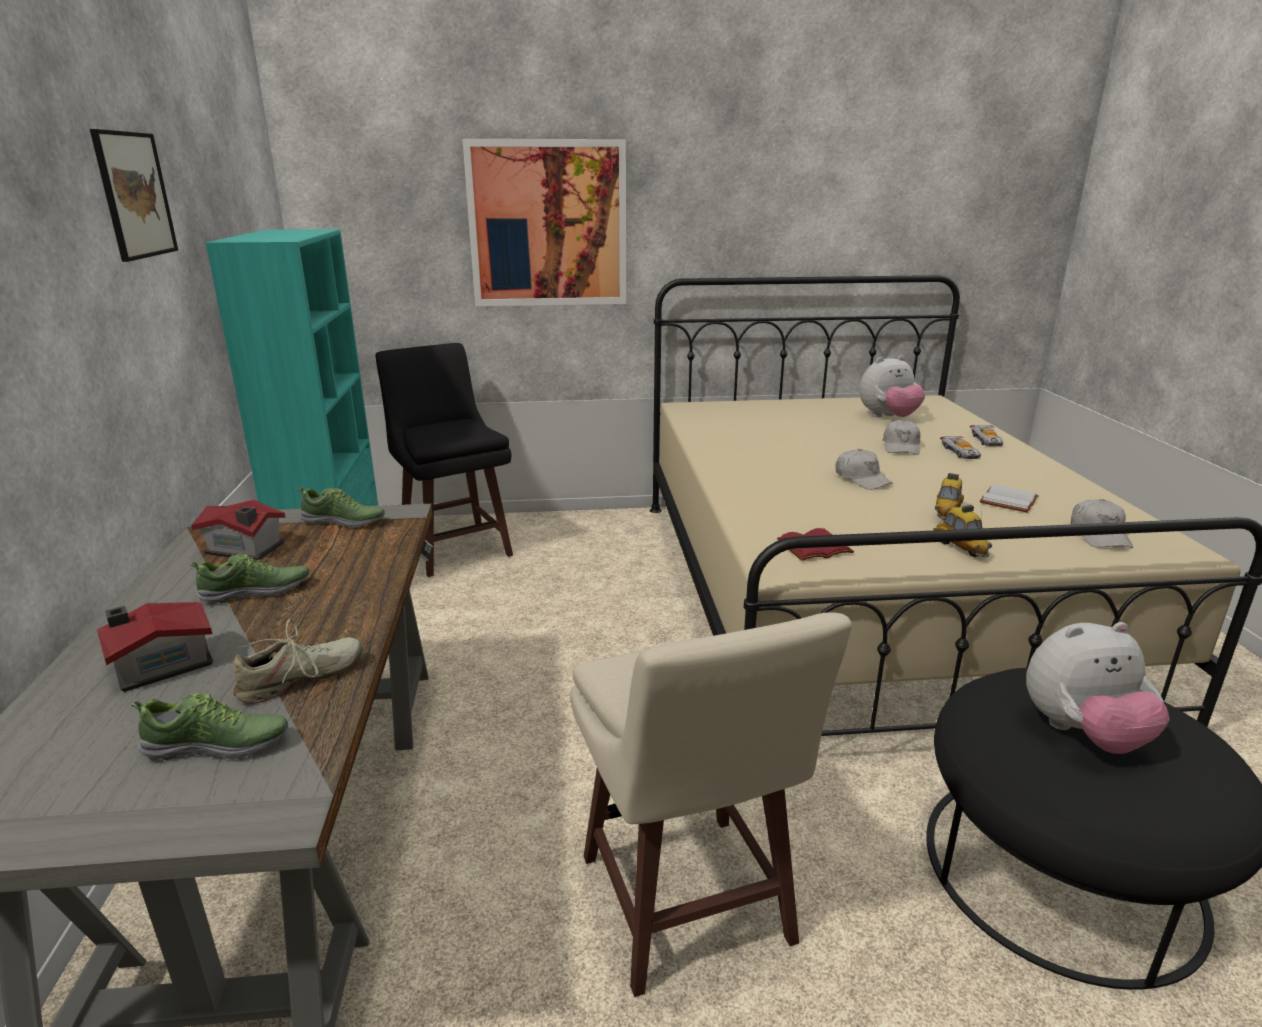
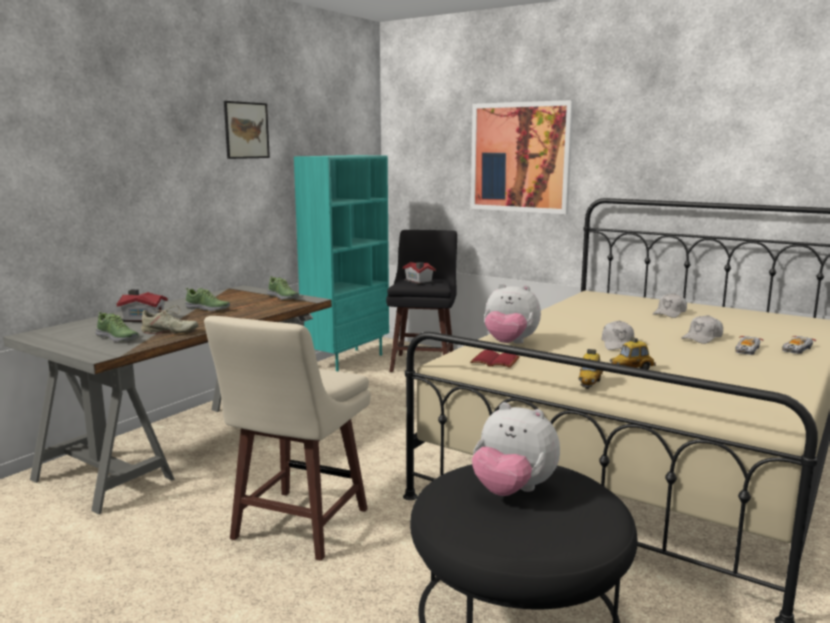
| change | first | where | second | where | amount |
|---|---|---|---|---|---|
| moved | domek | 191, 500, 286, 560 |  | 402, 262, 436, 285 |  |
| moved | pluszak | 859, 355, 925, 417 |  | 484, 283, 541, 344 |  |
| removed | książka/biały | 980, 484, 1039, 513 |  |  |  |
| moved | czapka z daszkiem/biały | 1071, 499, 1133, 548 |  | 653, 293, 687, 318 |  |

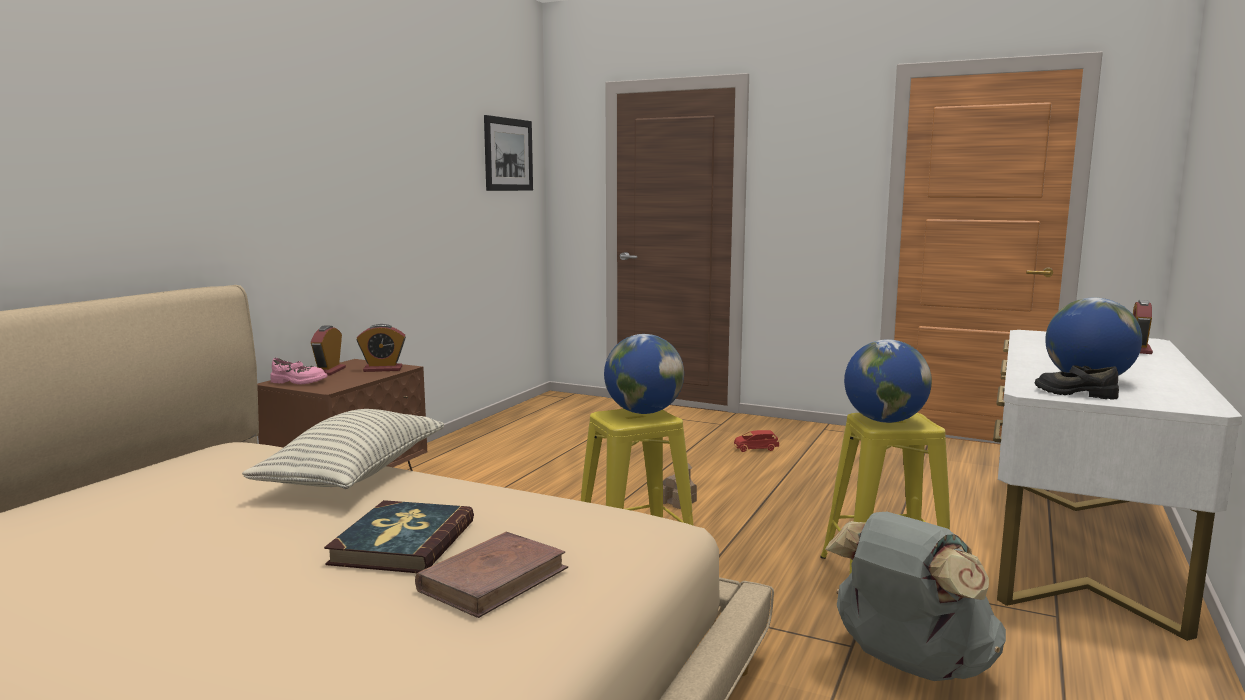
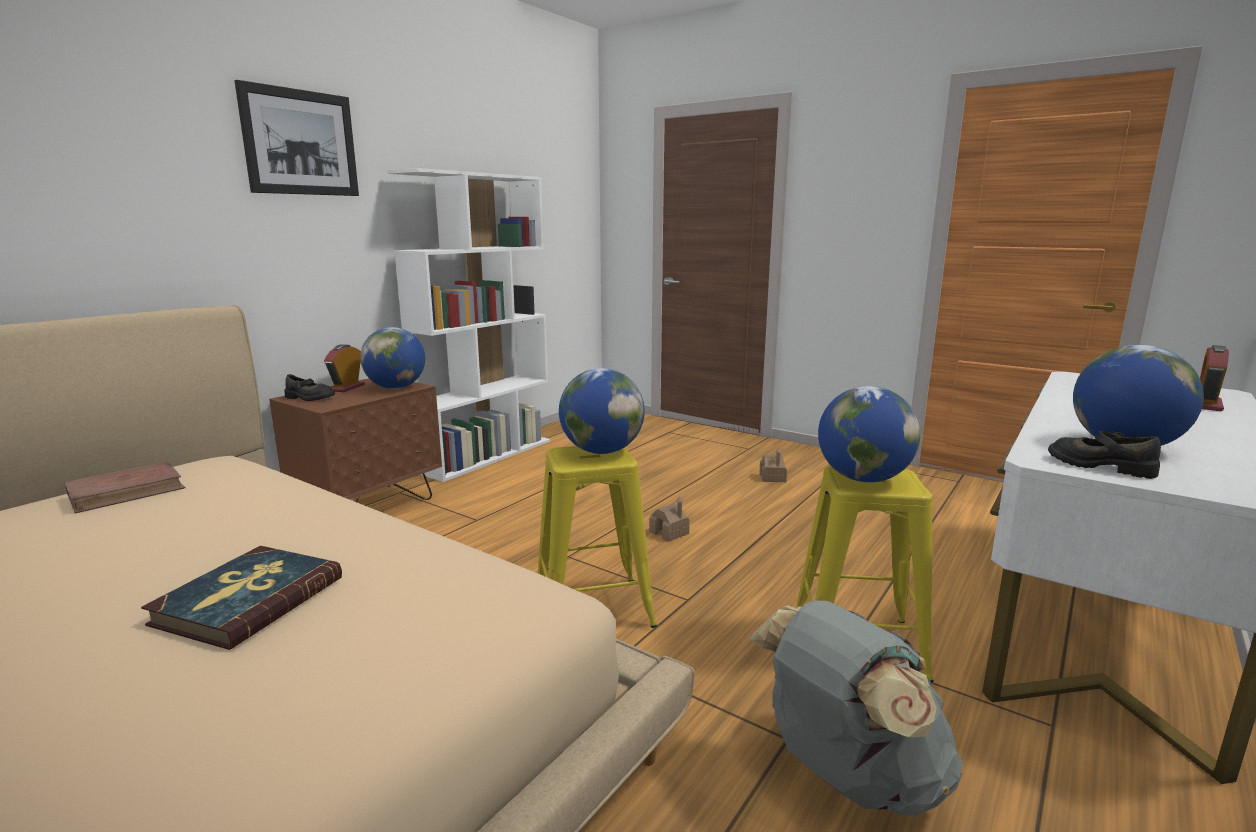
| change | first | where | second | where | amount |
|---|---|---|---|---|---|
| removed | poduszka | 242, 409, 444, 489 |  |  |  |
| recoloured | but/różowy | 270, 358, 327, 385 | but/czarny | 284, 374, 335, 401 |  |
| replaced | budzik | 357, 324, 406, 372 | globus | 360, 327, 425, 389 |  |
| moved | książka/brązowy | 415, 532, 568, 618 |  | 64, 462, 185, 513 |  |
| moved | obraz | 484, 115, 533, 191 |  | 234, 80, 359, 196 |  |
| replaced | samochodzik/czerwony | 734, 430, 779, 452 | domek | 759, 448, 787, 482 |  |
| added |  |  | regał/biały | 387, 168, 550, 482 |  |

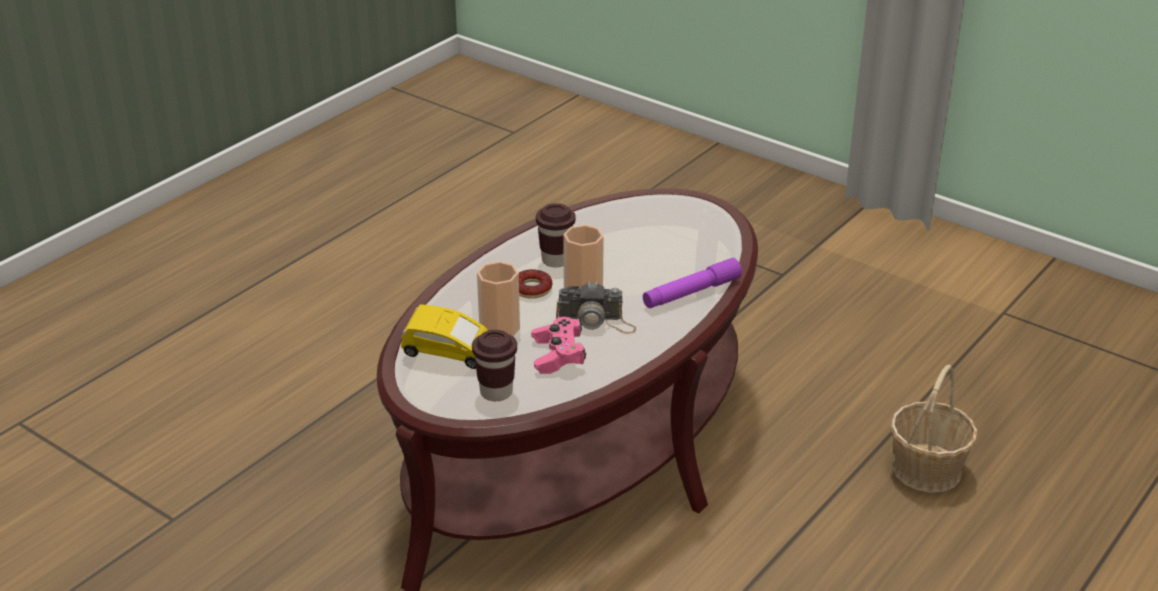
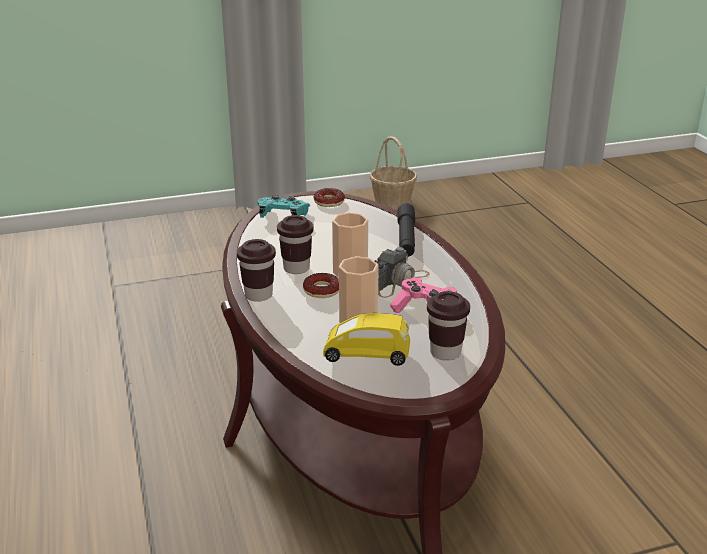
| change | first | where | second | where | amount |
|---|---|---|---|---|---|
| turned | samochodzik/żółty | 401, 304, 488, 369 |  | 323, 313, 410, 366 | 135 degrees counterclockwise |
| recoloured | latarka/fioletowy | 643, 258, 742, 308 | latarka/czarny | 398, 203, 415, 257 |  |
| moved | koszyk | 890, 365, 978, 493 |  | 370, 136, 417, 211 |  |
| added |  |  | filiżanka/brązowy | 237, 239, 276, 302 |  |
| added |  |  | pad do gier/turkusowy | 258, 195, 310, 218 |  |
| added |  |  | donut | 313, 188, 345, 207 |  |

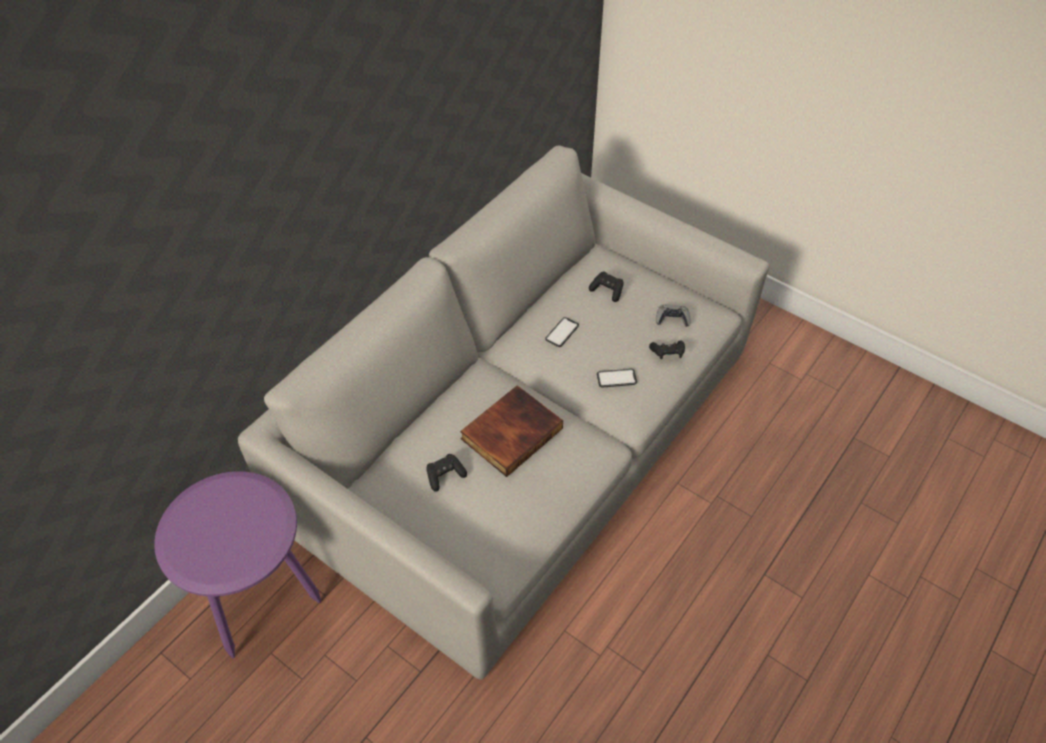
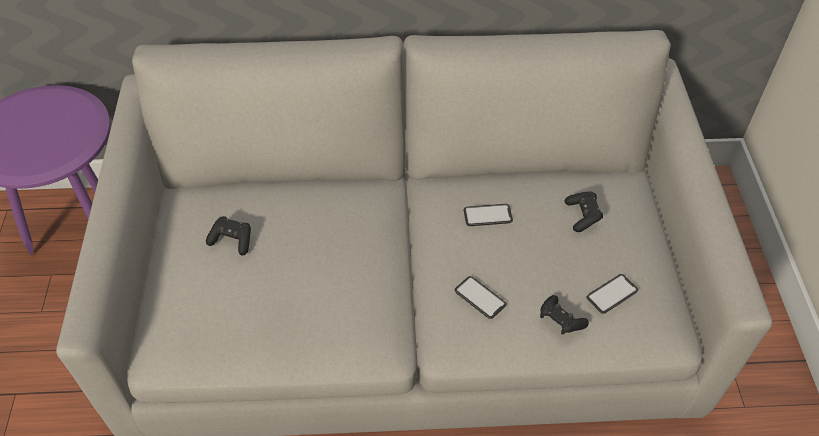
| change | first | where | second | where | amount |
|---|---|---|---|---|---|
| removed | książka | 460, 385, 563, 477 |  |  |  |
| replaced | pad do gier/szary | 656, 304, 690, 327 | telefon | 587, 274, 638, 314 |  |

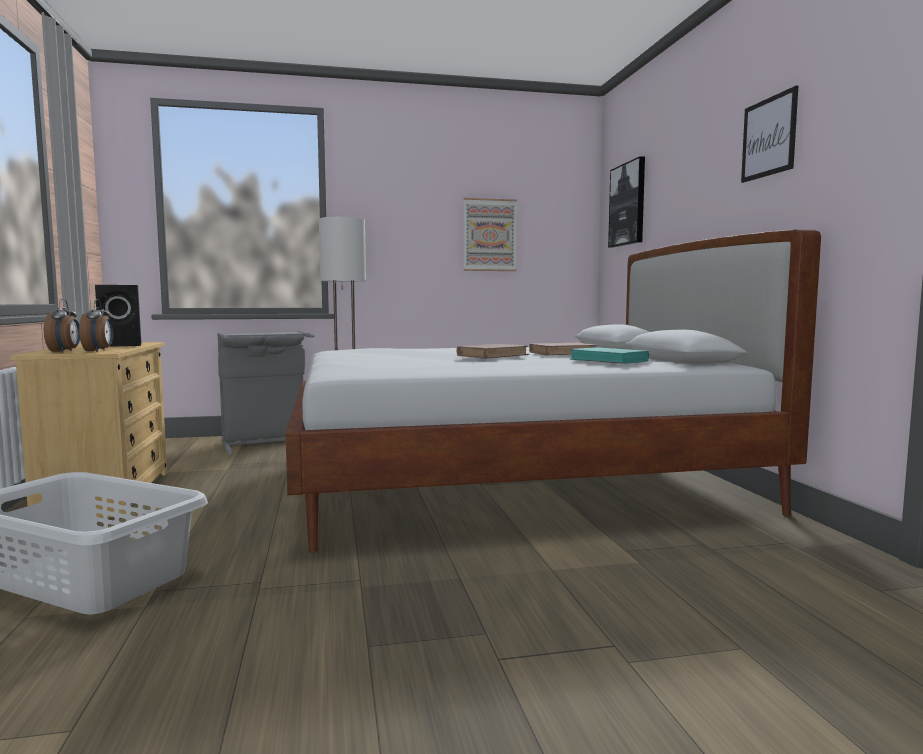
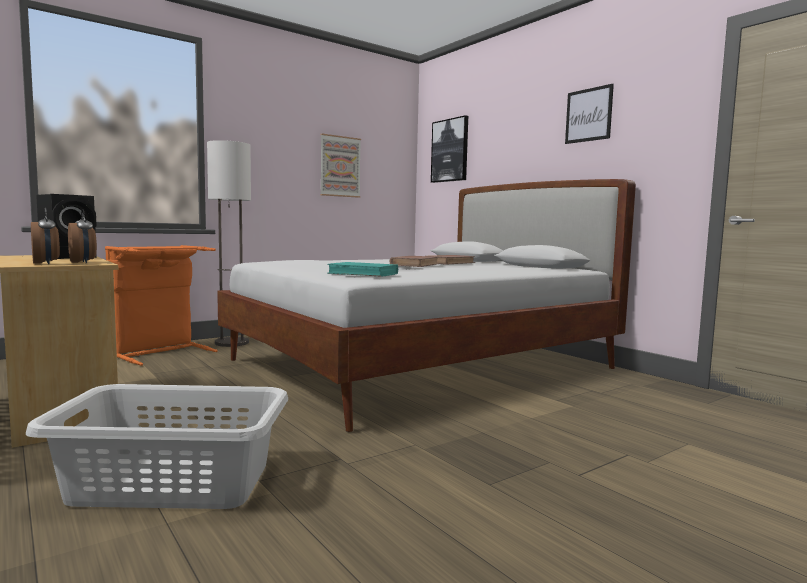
| change | first | where | second | where | amount |
|---|---|---|---|---|---|
| recoloured | kosz na pranie/szary | 217, 331, 314, 455 | kosz na pranie/pomarańczowy | 105, 245, 218, 366 |  |
| moved | książka/turkusowy | 570, 347, 649, 364 |  | 327, 262, 398, 277 |  |

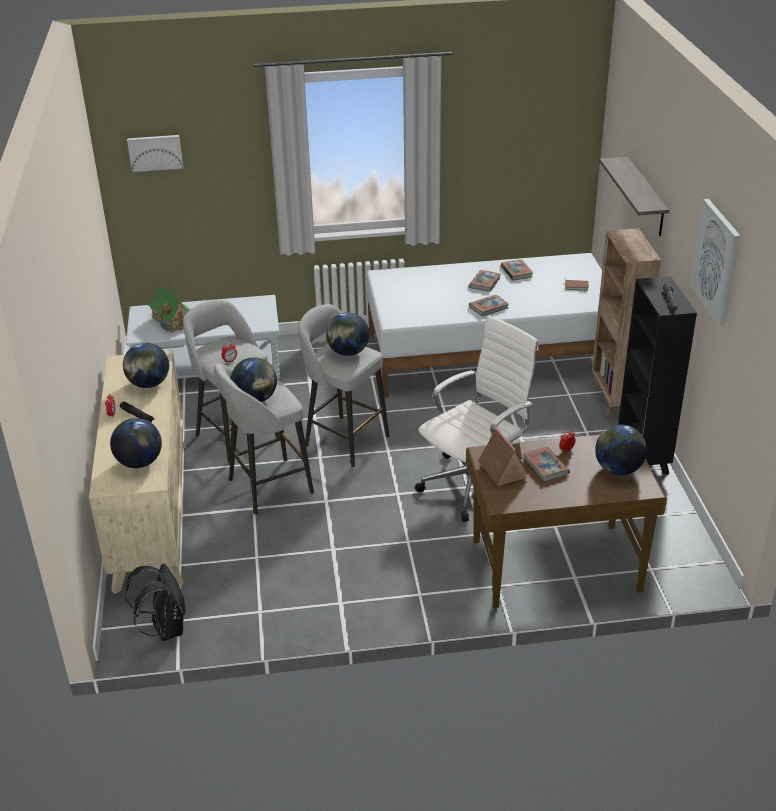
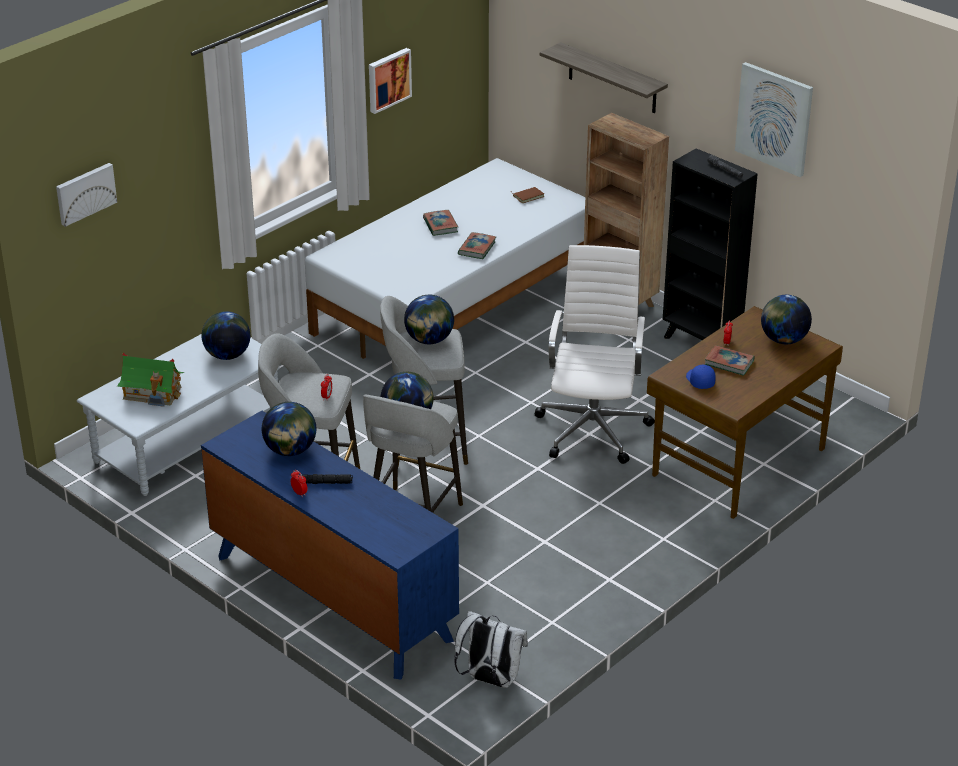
| change | first | where | second | where | amount |
|---|---|---|---|---|---|
| recoloured | komoda/beżowy | 89, 351, 187, 594 | komoda/niebieski | 201, 411, 459, 680 |  |
| moved | globus | 110, 418, 162, 468 |  | 202, 311, 250, 360 |  |
| recoloured | plecak/czarny | 125, 564, 186, 641 | plecak/biały | 454, 611, 528, 688 |  |
| replaced | domek | 477, 427, 529, 486 | czapka z daszkiem/niebieski | 686, 365, 716, 389 |  |
| removed | książka | 501, 259, 533, 281 |  |  |  |
| added |  |  | obraz | 369, 48, 412, 114 |  |

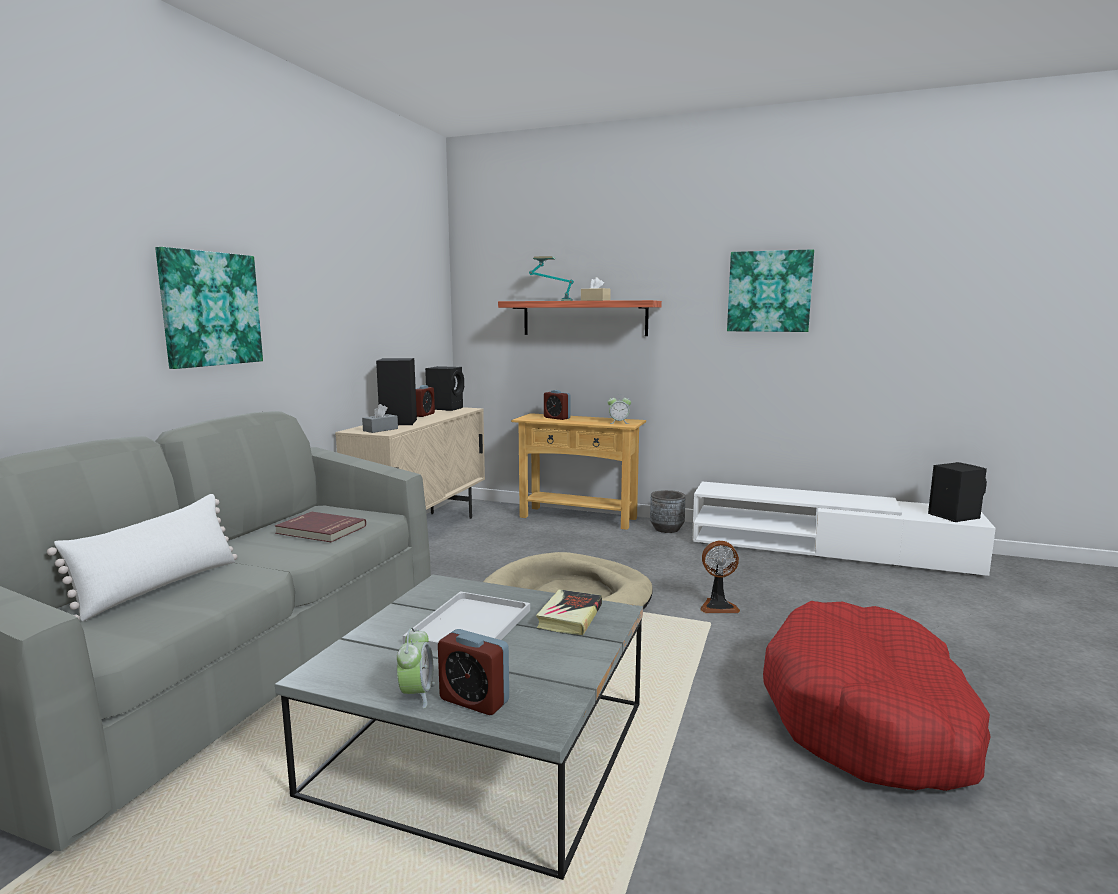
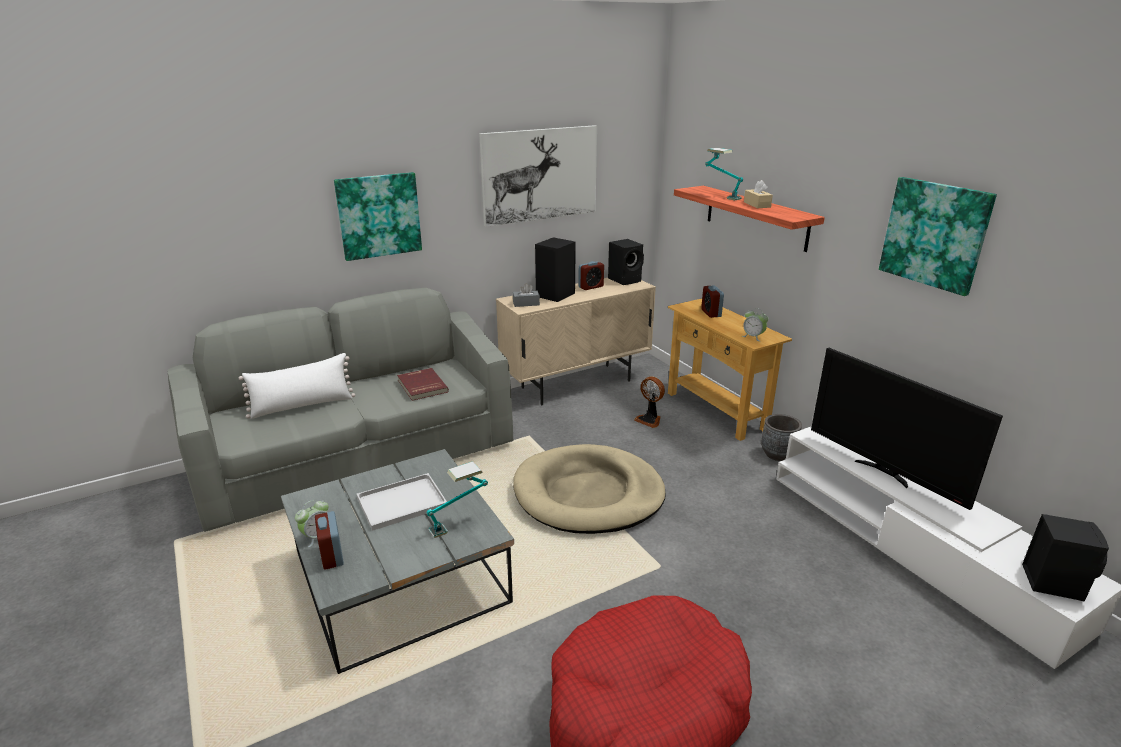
| change | first | where | second | where | amount |
|---|---|---|---|---|---|
| replaced | książka | 536, 589, 602, 635 | lampa stołowa | 427, 461, 488, 538 |  |
| moved | wentylator | 700, 541, 740, 613 |  | 634, 376, 665, 428 |  |
| added |  |  | obraz | 479, 125, 597, 227 |  |
| added |  |  | telewizor | 811, 348, 1003, 510 |  |

